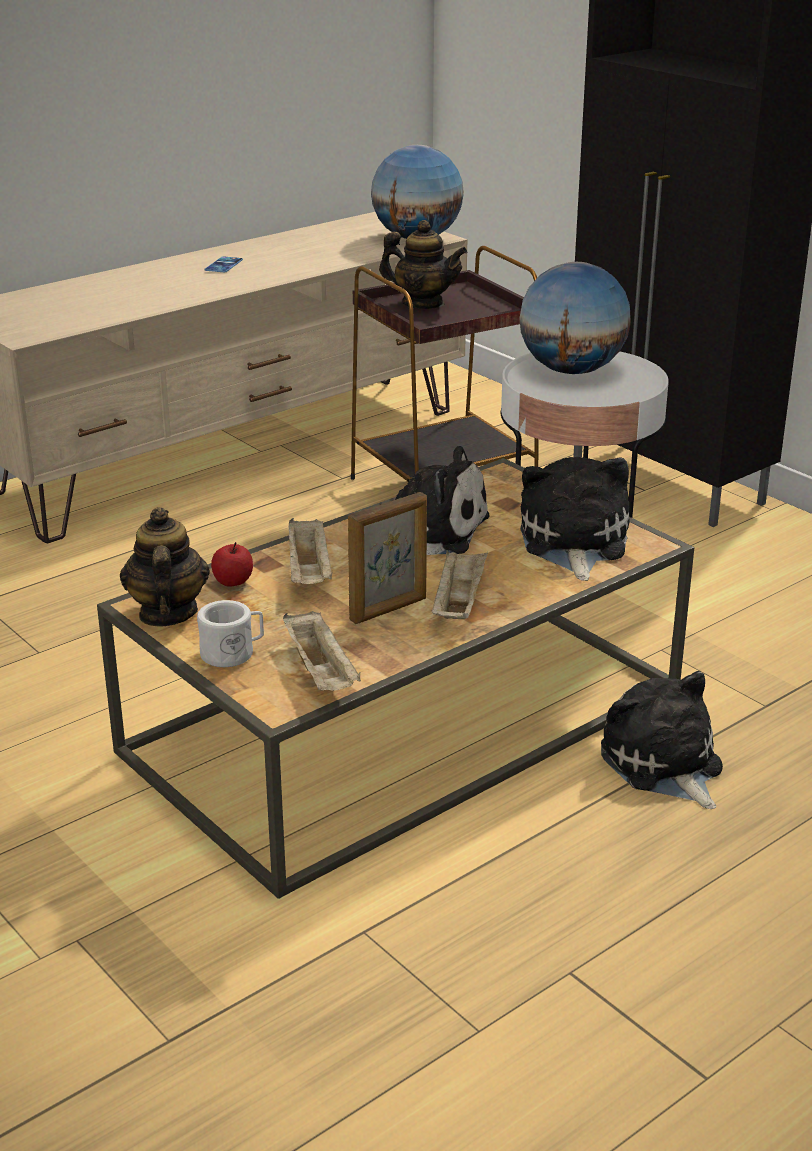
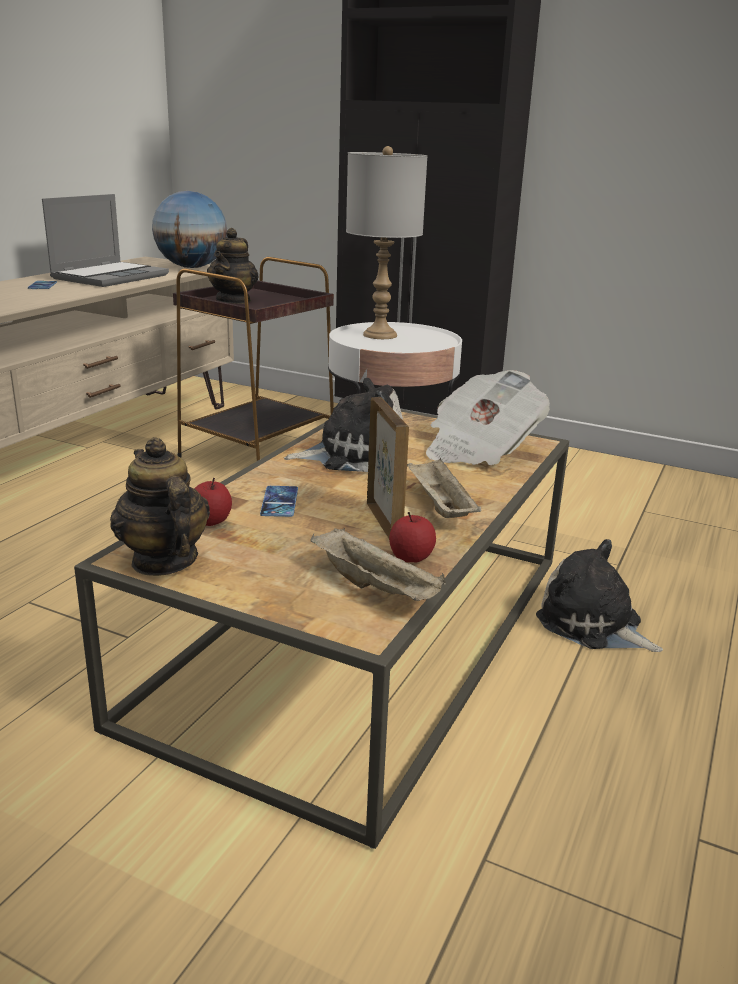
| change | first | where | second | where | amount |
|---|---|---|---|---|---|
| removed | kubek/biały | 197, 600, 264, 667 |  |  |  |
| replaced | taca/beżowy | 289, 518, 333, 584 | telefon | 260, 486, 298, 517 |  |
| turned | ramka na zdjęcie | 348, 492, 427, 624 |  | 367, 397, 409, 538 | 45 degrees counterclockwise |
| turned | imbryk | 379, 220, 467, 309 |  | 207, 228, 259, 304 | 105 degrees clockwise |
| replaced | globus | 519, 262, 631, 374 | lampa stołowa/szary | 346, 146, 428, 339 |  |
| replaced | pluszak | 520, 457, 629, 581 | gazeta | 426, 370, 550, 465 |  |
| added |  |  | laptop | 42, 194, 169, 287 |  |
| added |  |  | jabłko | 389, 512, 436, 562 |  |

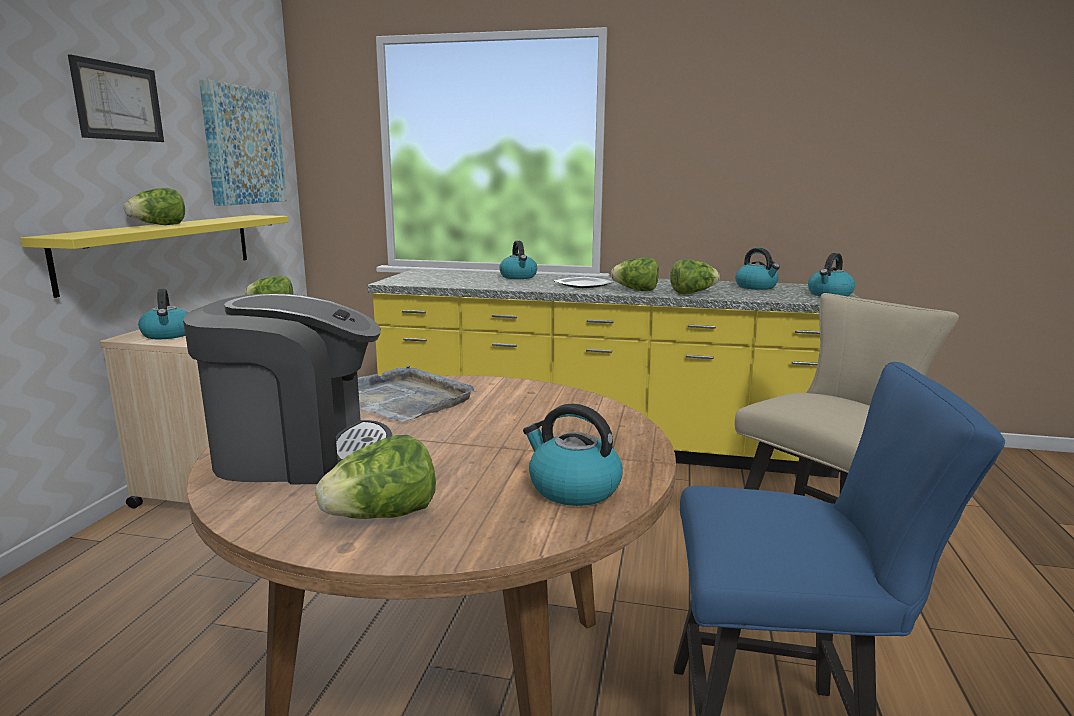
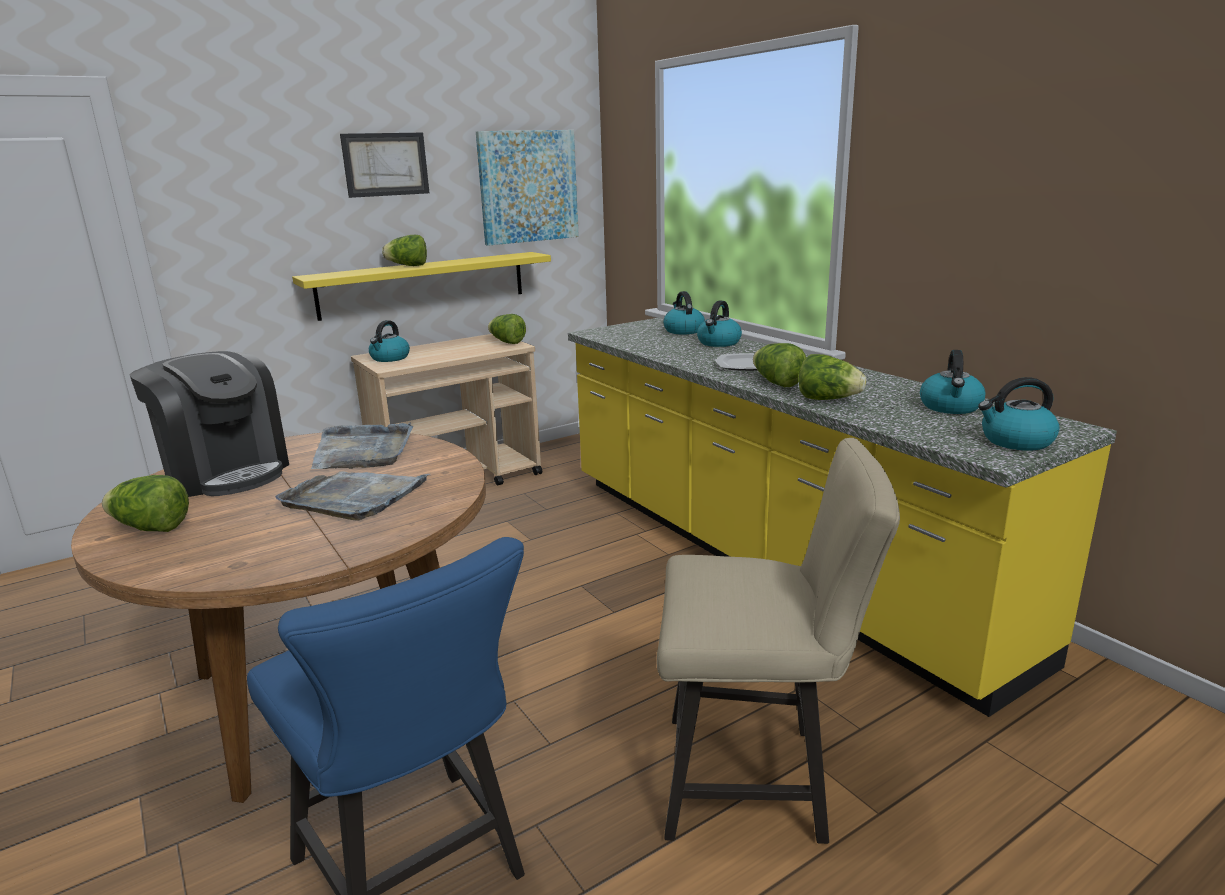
| change | first | where | second | where | amount |
|---|---|---|---|---|---|
| moved | czajnik | 523, 404, 623, 506 |  | 663, 291, 705, 334 |  |
| added |  |  | taca/szary | 275, 471, 430, 520 |  |

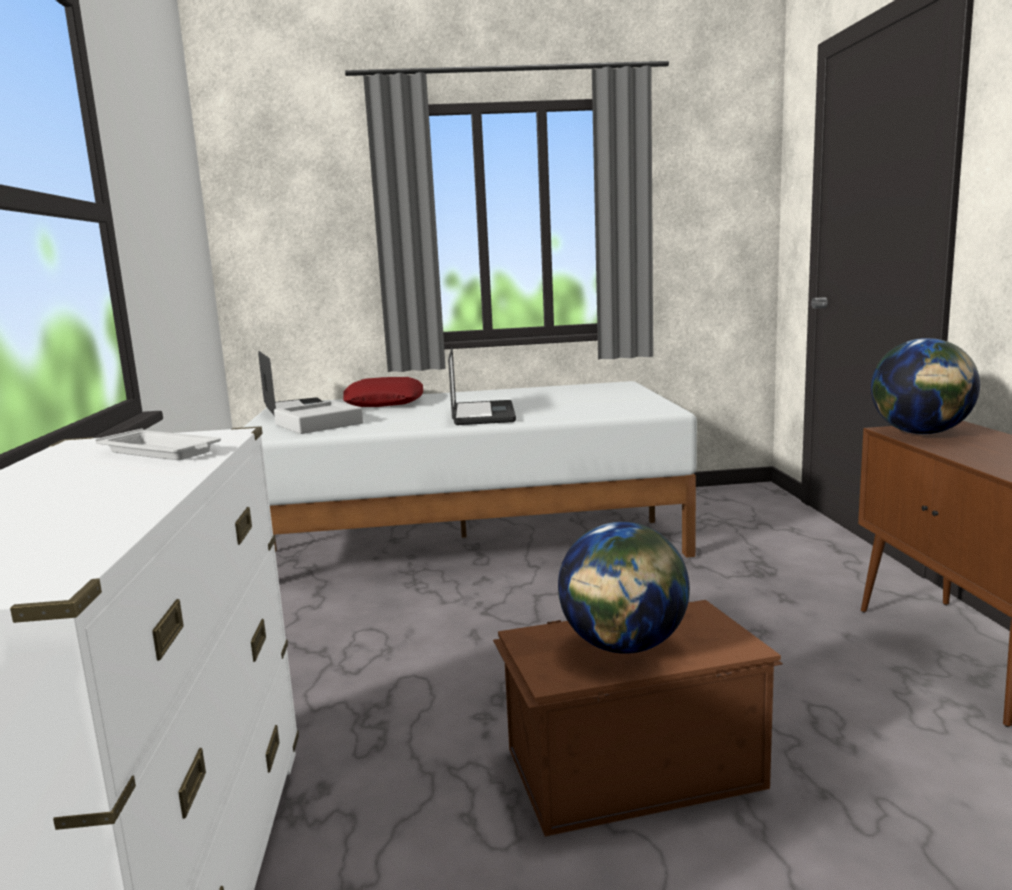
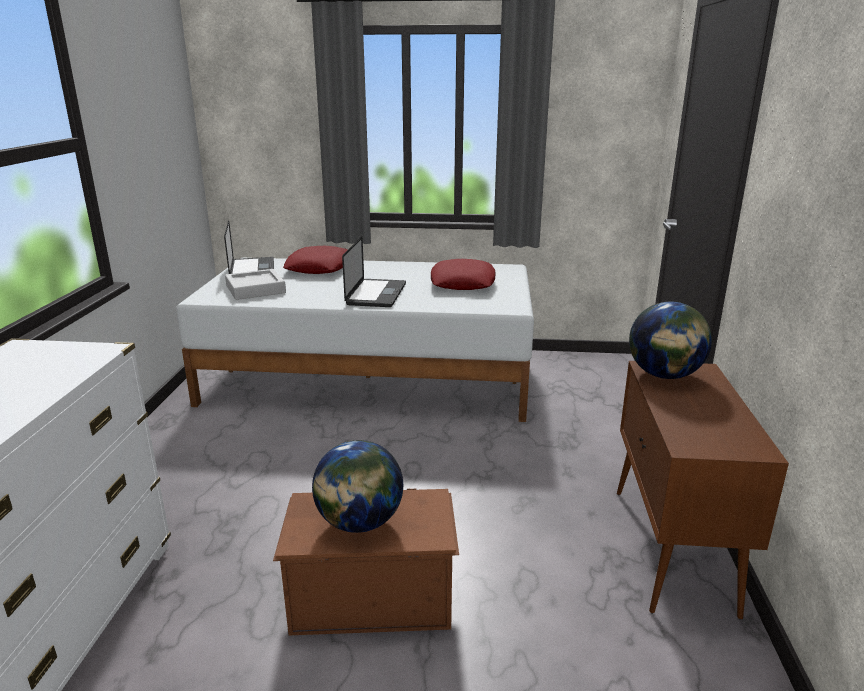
| change | first | where | second | where | amount |
|---|---|---|---|---|---|
| removed | taca/biały | 95, 429, 221, 460 |  |  |  |
| added |  |  | poduszka/czerwony | 431, 259, 496, 290 |  |

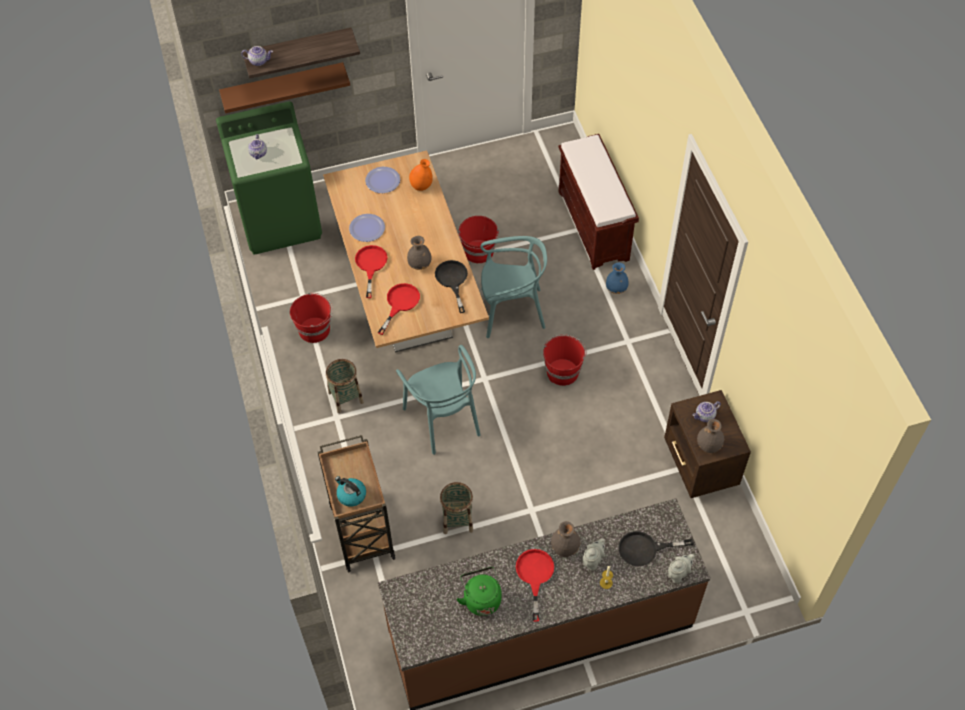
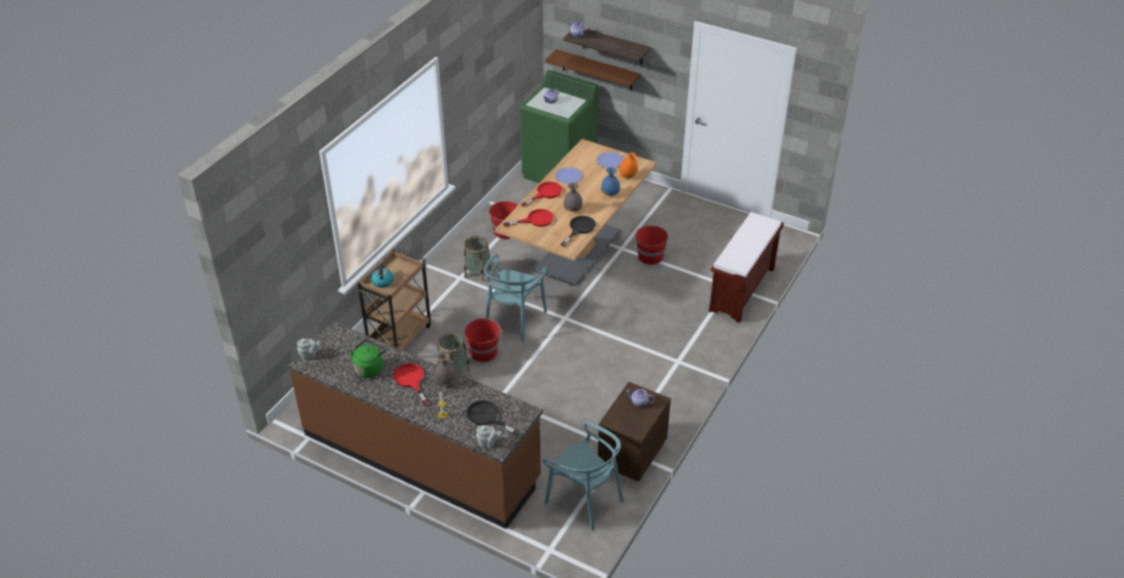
| change | first | where | second | where | amount |
|---|---|---|---|---|---|
| moved | krzesło/turkusowy | 480, 236, 547, 338 |  | 542, 421, 624, 531 |  |
| turned | patelnia/czerwony | 516, 549, 554, 622 |  | 393, 364, 430, 406 | 75 degrees counterclockwise |
| moved | wiadro/czerwony | 543, 334, 587, 386 |  | 465, 318, 502, 362 |  |
| moved | imbryk/szary | 583, 538, 605, 571 |  | 297, 338, 322, 360 |  |
| moved | wazon/niebieski | 606, 263, 629, 294 |  | 601, 167, 620, 196 |  |
| removed | wazon/szary | 697, 419, 724, 453 |  |  |  |

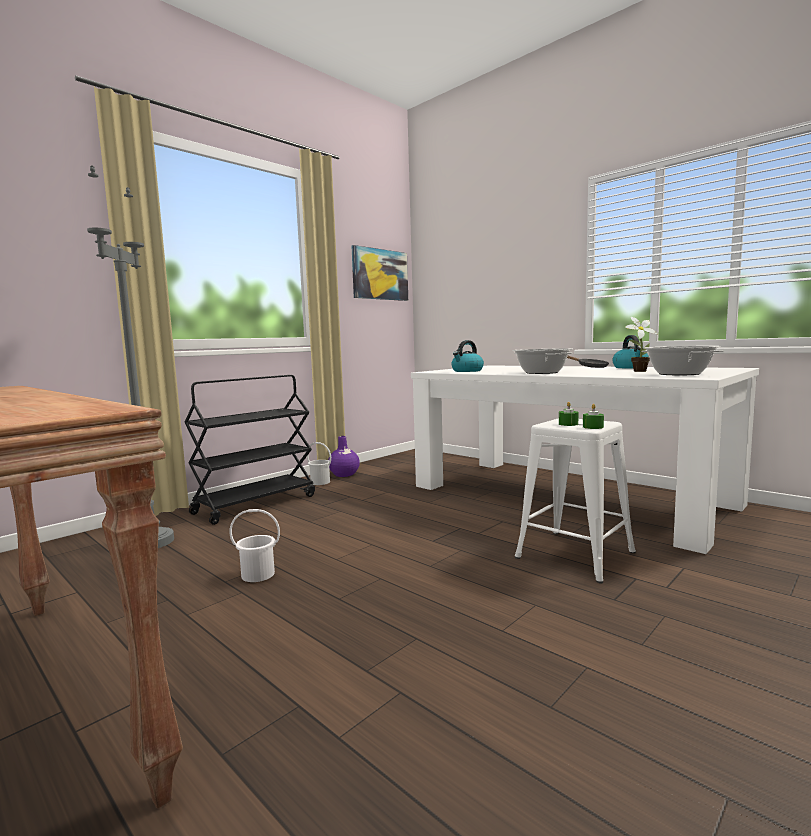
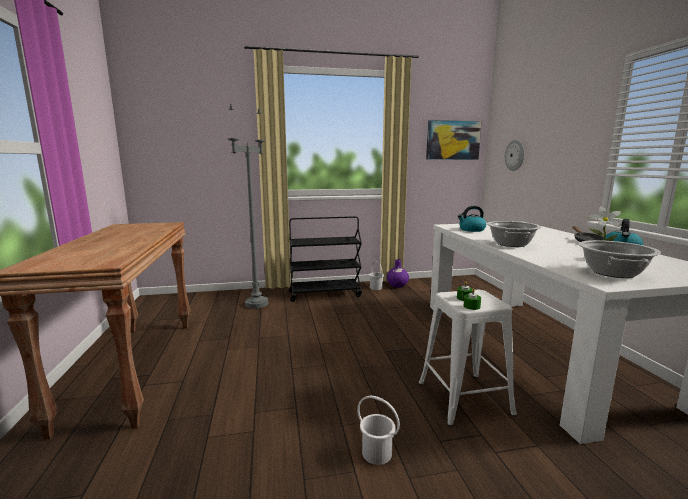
| change | first | where | second | where | amount |
|---|---|---|---|---|---|
| moved | wiadro/biały | 229, 509, 280, 582 |  | 357, 396, 400, 465 |  |
| added |  |  | zegar ścienny | 505, 140, 524, 171 |  |

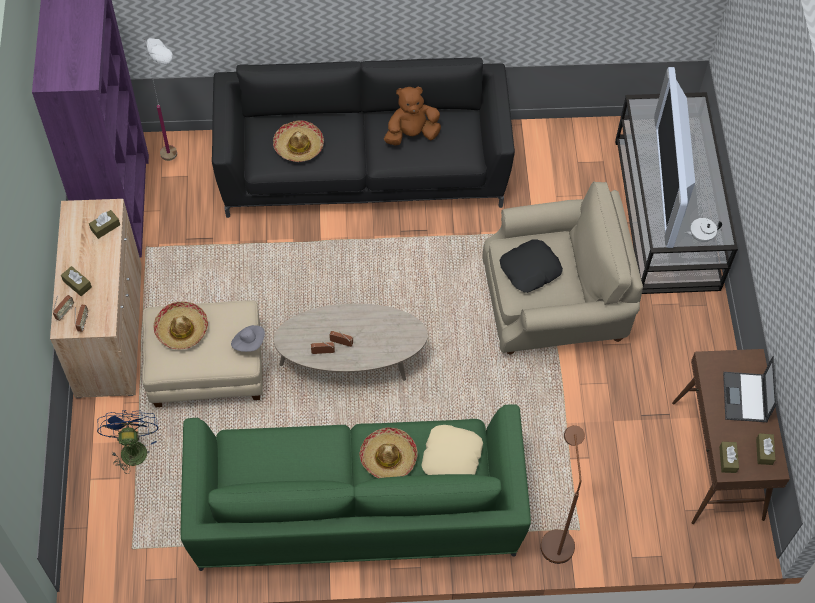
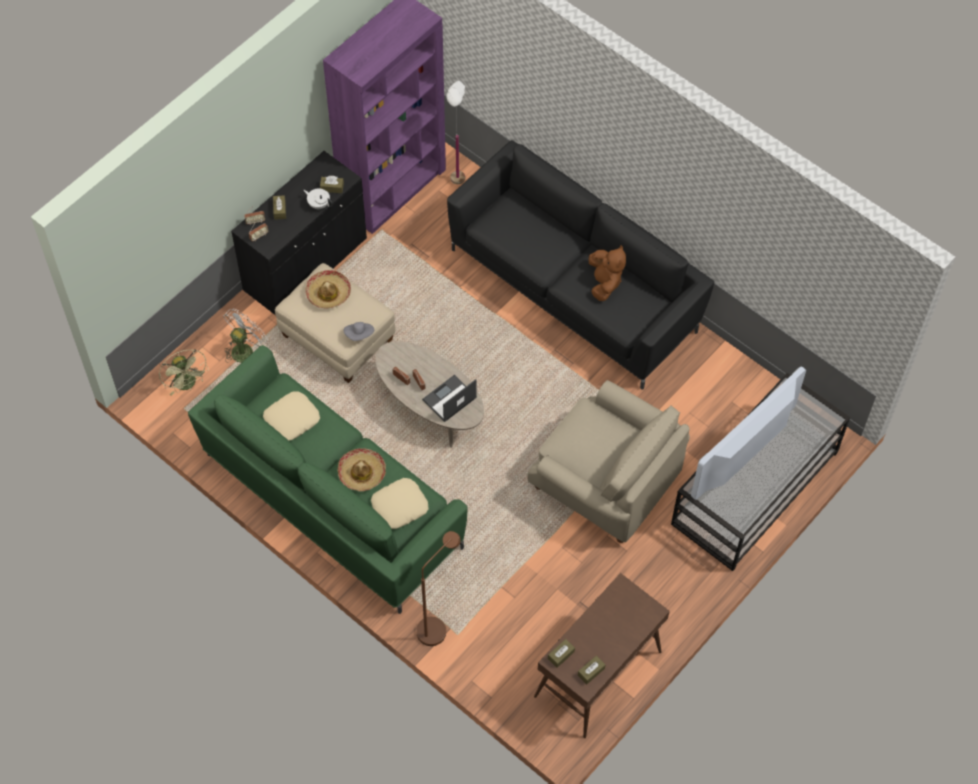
| change | first | where | second | where | amount |
|---|---|---|---|---|---|
| recoloured | szafka/beżowy | 50, 199, 142, 398 | szafka/czarny | 231, 151, 367, 316 |  |
| recoloured | wentylator/niebieski | 97, 410, 158, 474 | wentylator/biały | 223, 309, 267, 363 |  |
| removed | kapelusz | 273, 120, 324, 162 |  |  |  |
| turned | pluszak/brązowy | 384, 87, 441, 146 |  | 588, 245, 626, 301 | 60 degrees clockwise |
| removed | poduszka/czarny | 500, 239, 563, 293 |  |  |  |
| moved | imbryk/biały | 684, 218, 722, 242 |  | 303, 188, 332, 209 |  |
| moved | laptop | 723, 356, 777, 422 |  | 422, 375, 477, 422 |  |
| added |  |  | wentylator/zielony | 159, 349, 209, 396 |  |
| added |  |  | poduszka/beżowy | 263, 392, 320, 440 |  |

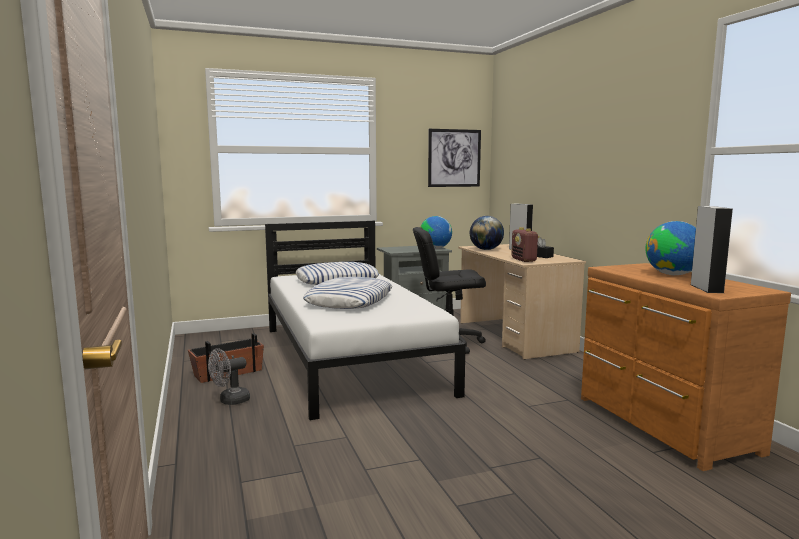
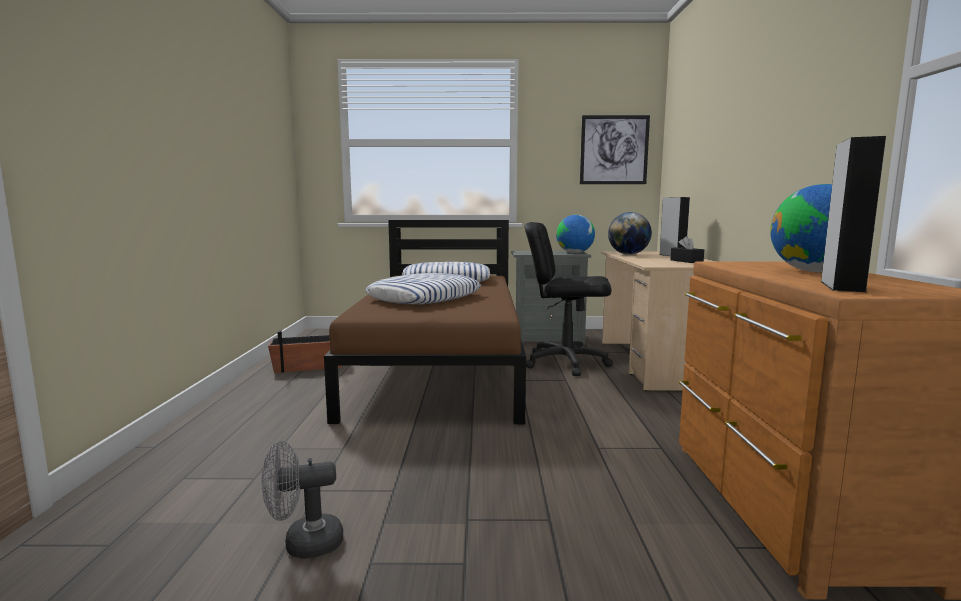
| change | first | where | second | where | amount |
|---|---|---|---|---|---|
| moved | wentylator/szary | 208, 348, 250, 405 |  | 262, 441, 343, 559 |  |
| recoloured | łóżko/biały | 265, 221, 466, 420 | łóżko/brązowy | 324, 220, 526, 424 |  |
| removed | radio | 511, 227, 539, 262 |  |  |  |

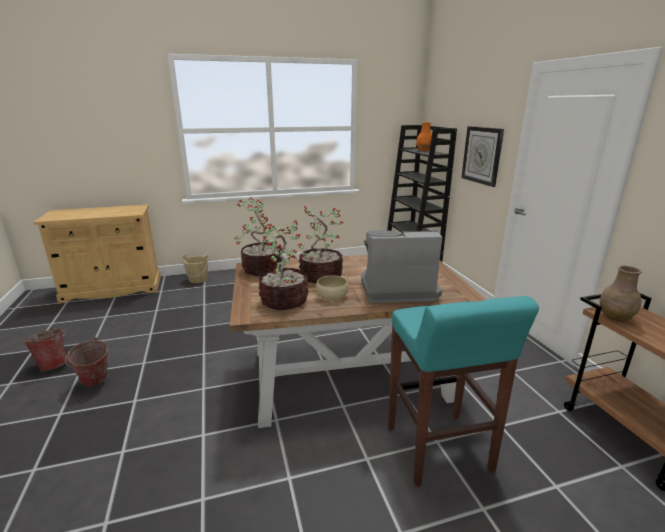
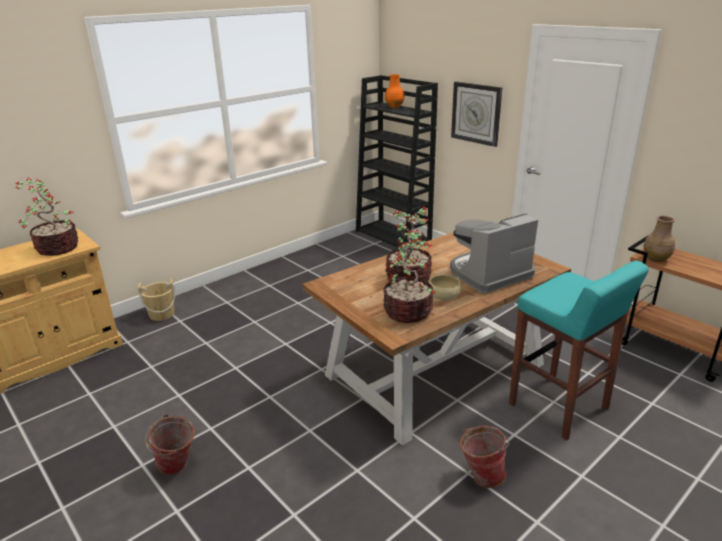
| change | first | where | second | where | amount |
|---|---|---|---|---|---|
| moved | wiadro | 23, 327, 67, 371 |  | 459, 426, 509, 488 |  |
| moved | roślina doniczkowa | 235, 197, 282, 276 |  | 15, 177, 78, 256 |  |

